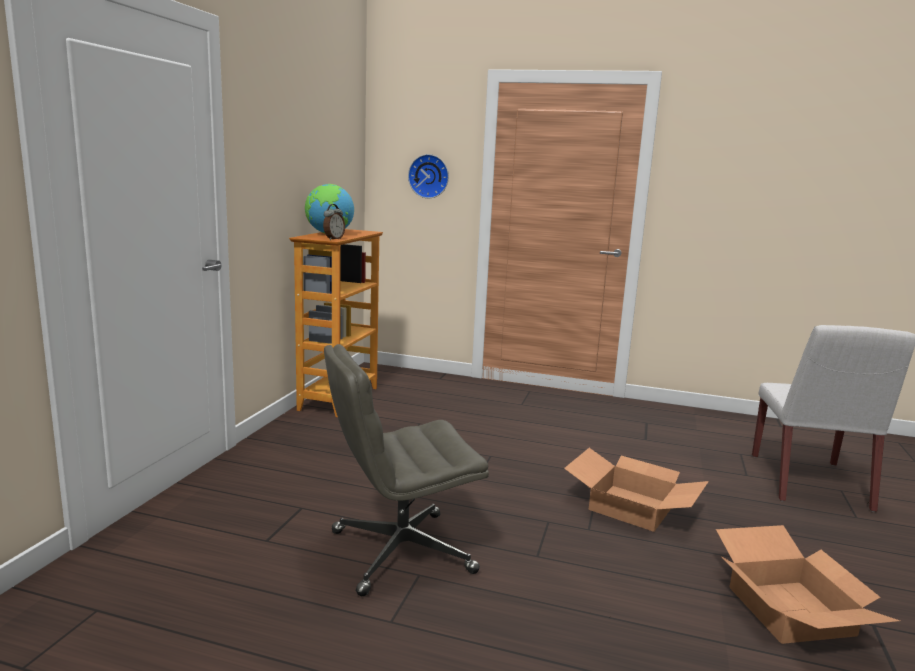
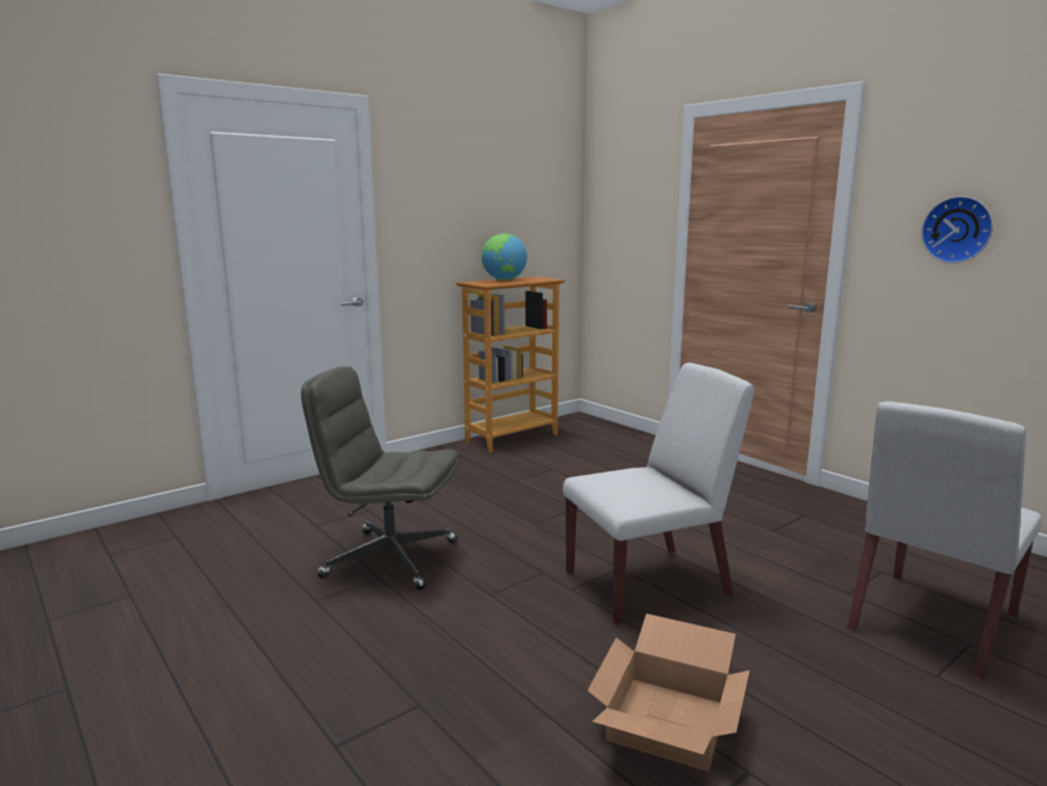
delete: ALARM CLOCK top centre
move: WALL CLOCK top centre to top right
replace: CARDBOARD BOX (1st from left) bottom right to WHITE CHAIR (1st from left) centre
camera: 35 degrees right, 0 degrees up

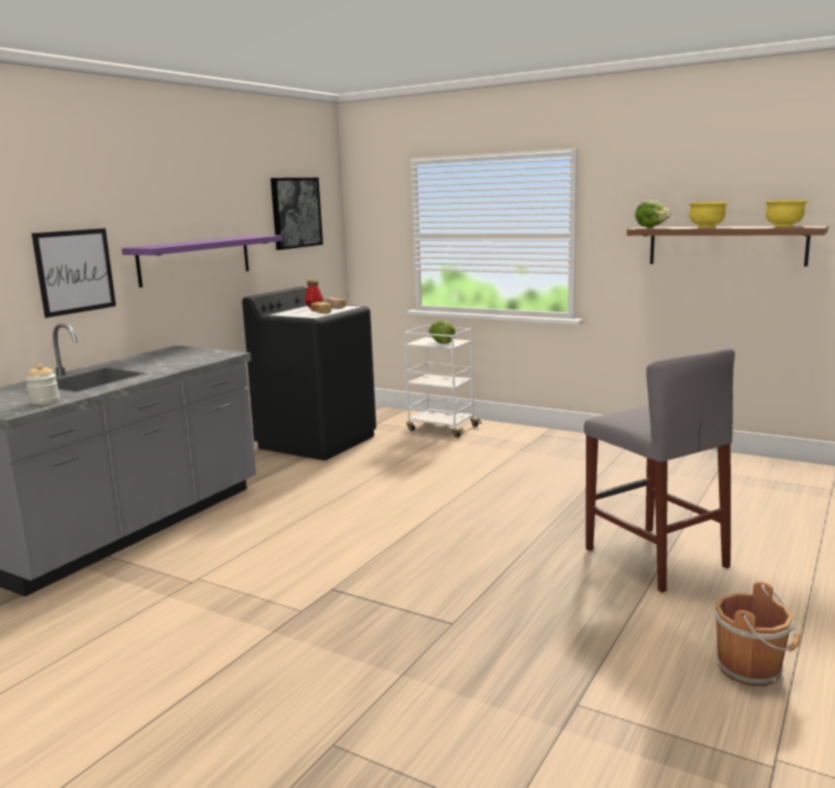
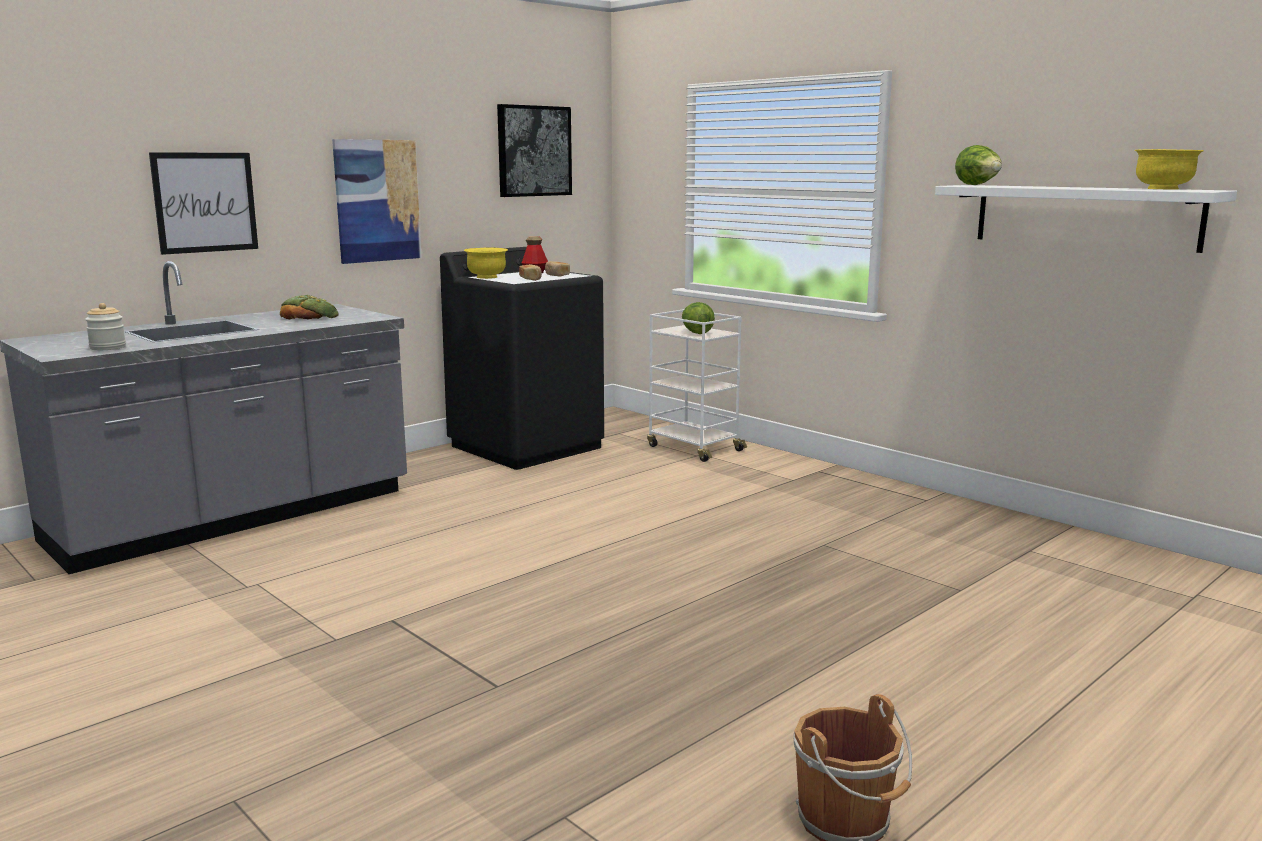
delete: GREY STOOL middle right
insert: BREAD (1st from left) middle left
move: YELLOW BOWL (1st from left) top right to top centre
replace: PURPLE SHELF top left to PICTURE (2nd from left) top left
recolor: BROWN SHELF top right to WHITE SHELF top right
camera: 15 degrees right, 0 degrees up

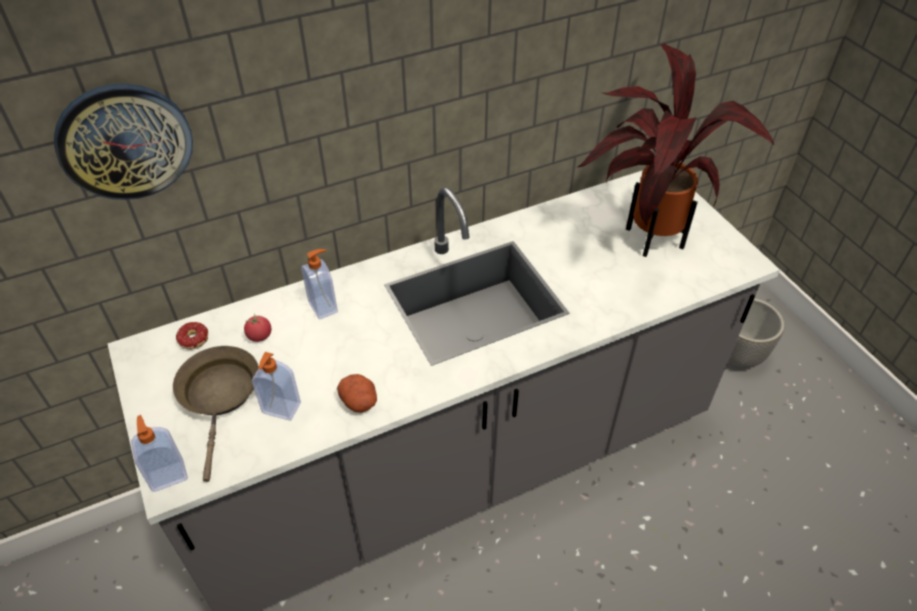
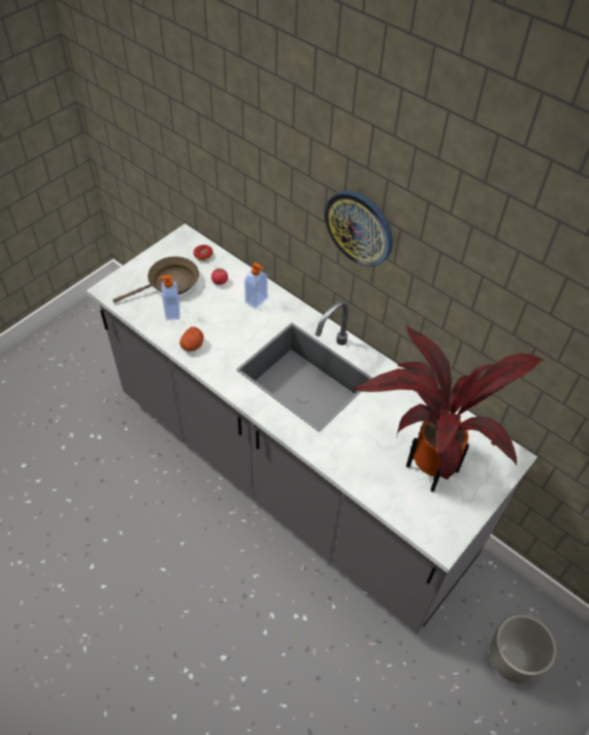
delete: SOAP DISPENSER (1st from left) bottom left
move: WALL CLOCK top left to top centre
camera: 65 degrees right, 5 degrees up

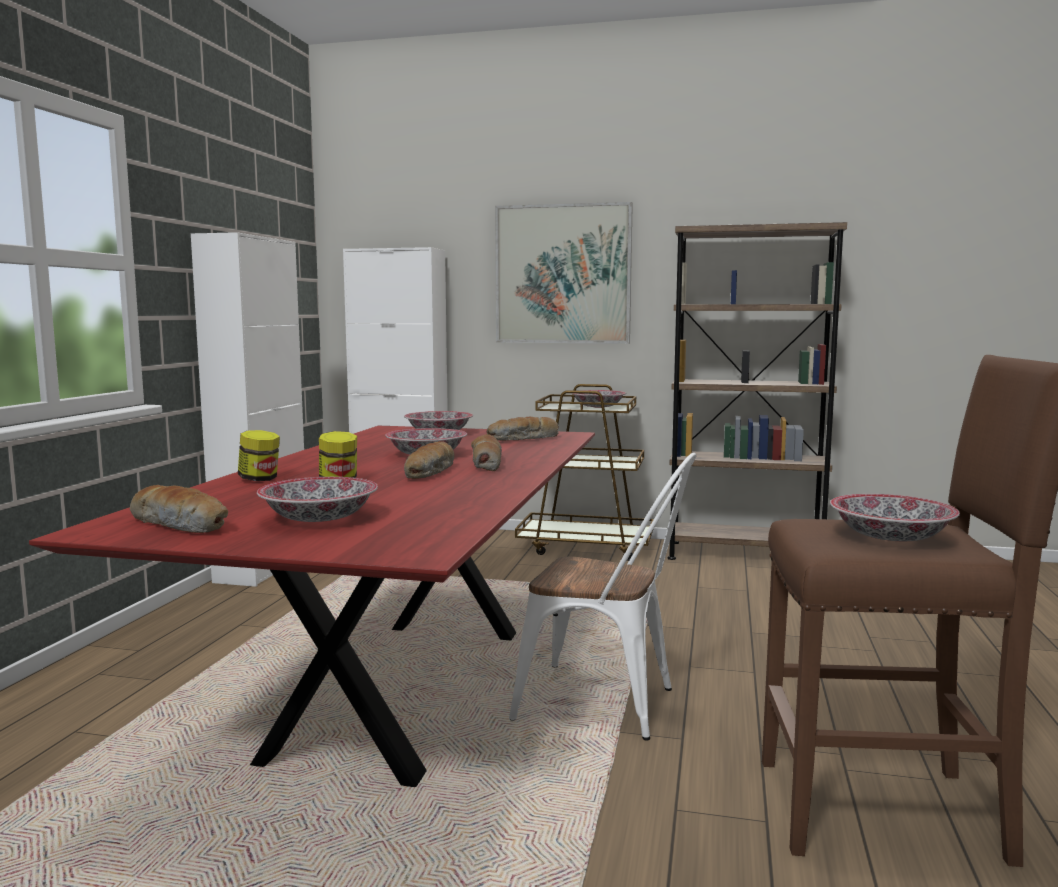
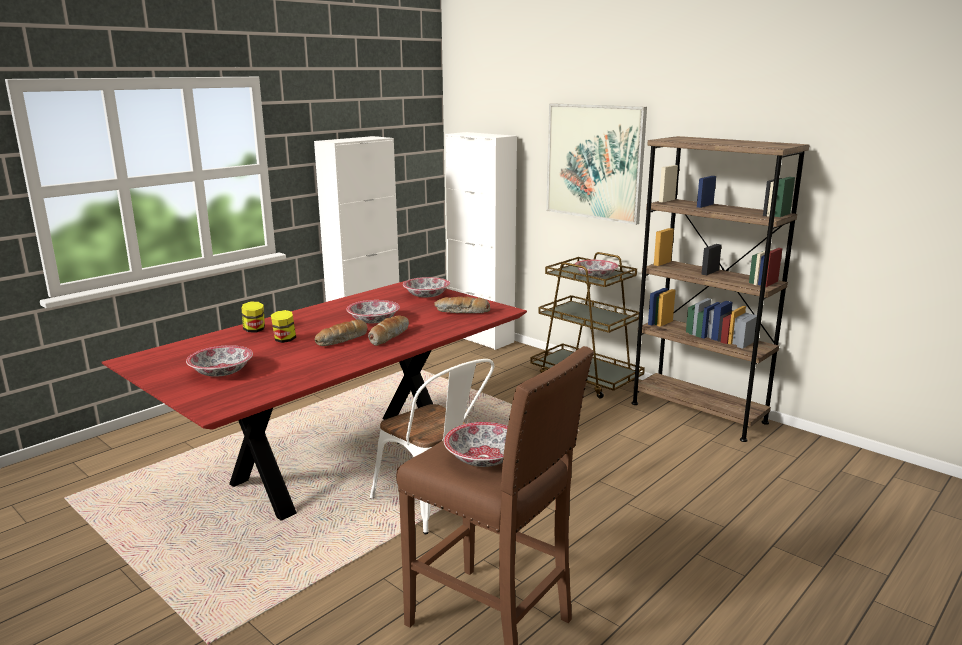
delete: BREAD (1st from left) middle left
camera: 30 degrees right, 10 degrees up

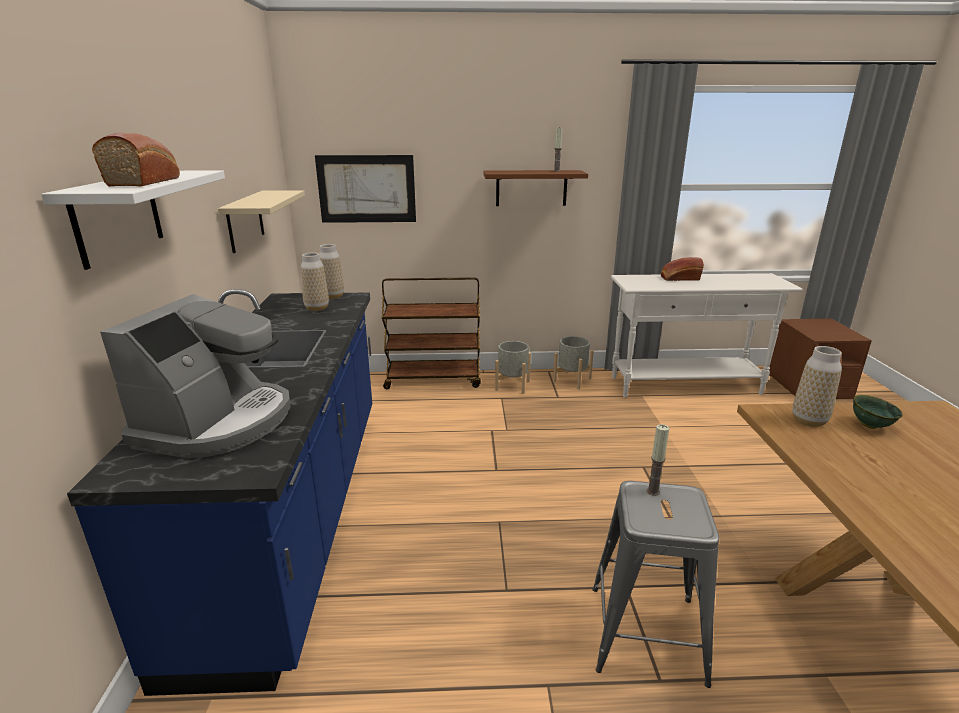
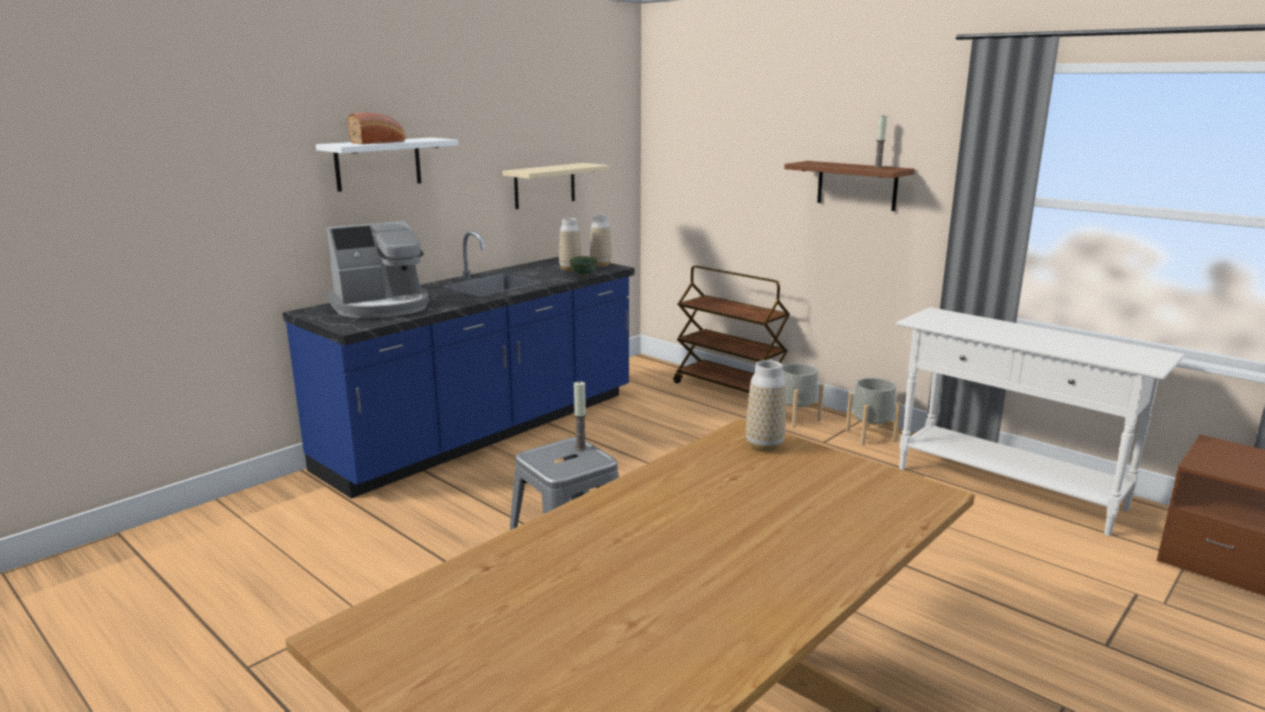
delete: PICTURE top centre; BREAD (2nd from left) middle right
move: GREEN BOWL middle right to centre
camera: 45 degrees right, 5 degrees down

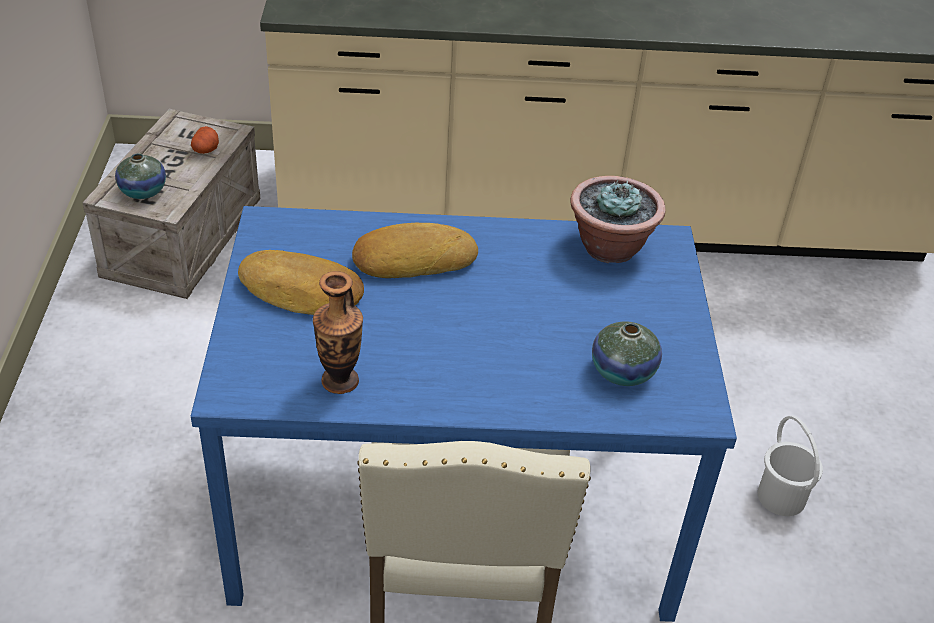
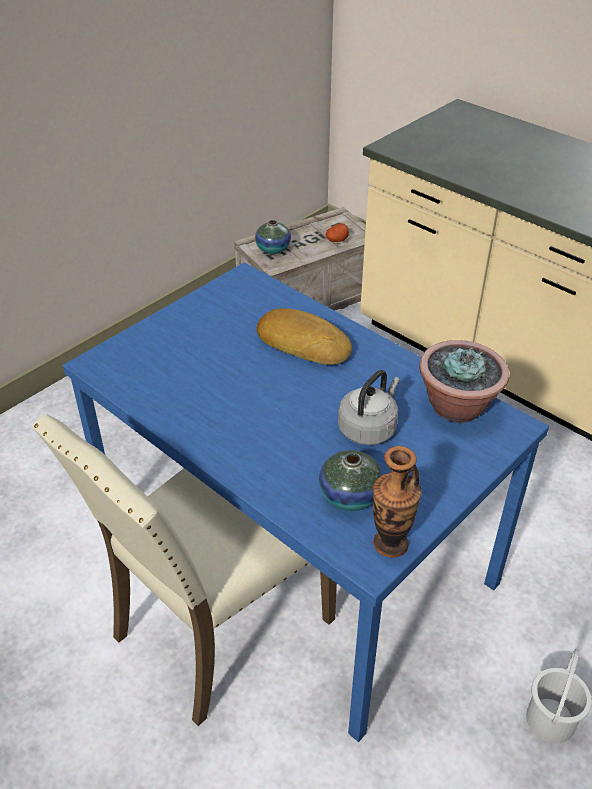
delete: BREAD (1st from left) middle left
insert: GREY KETTLE centre
move: VASE (2nd from left in the first image) centre to VASE (3rd from left) middle right
camera: 45 degrees right, 0 degrees up

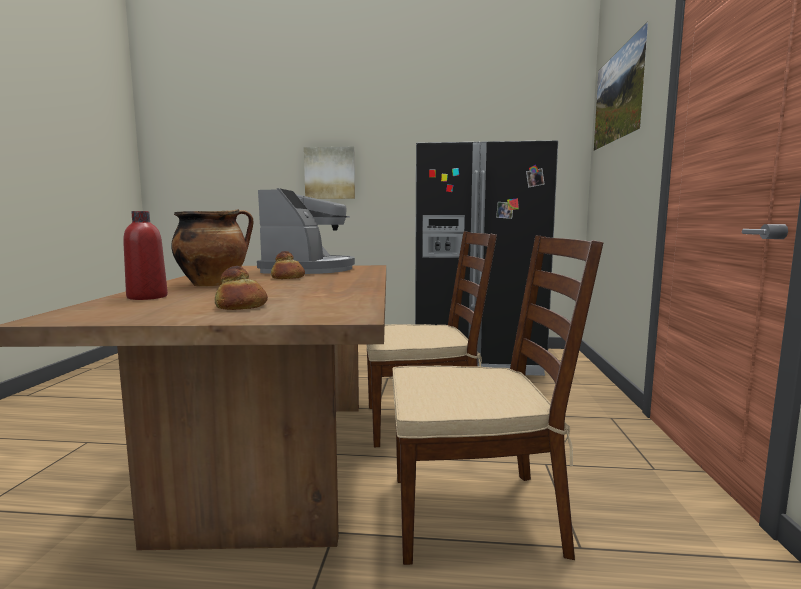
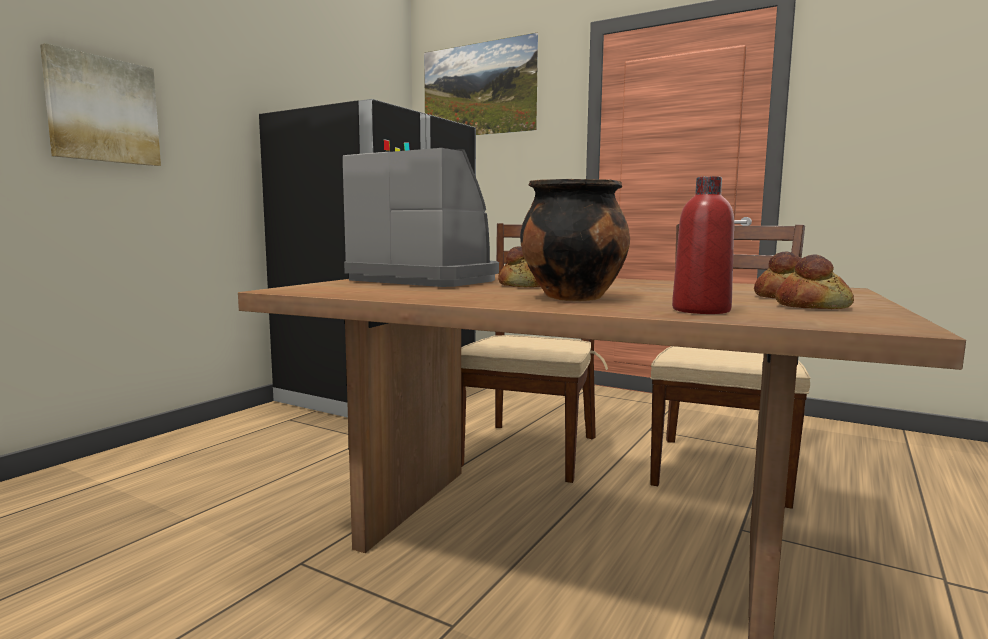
insert: BREAD (3rd from left) middle right
camera: 65 degrees left, 0 degrees up

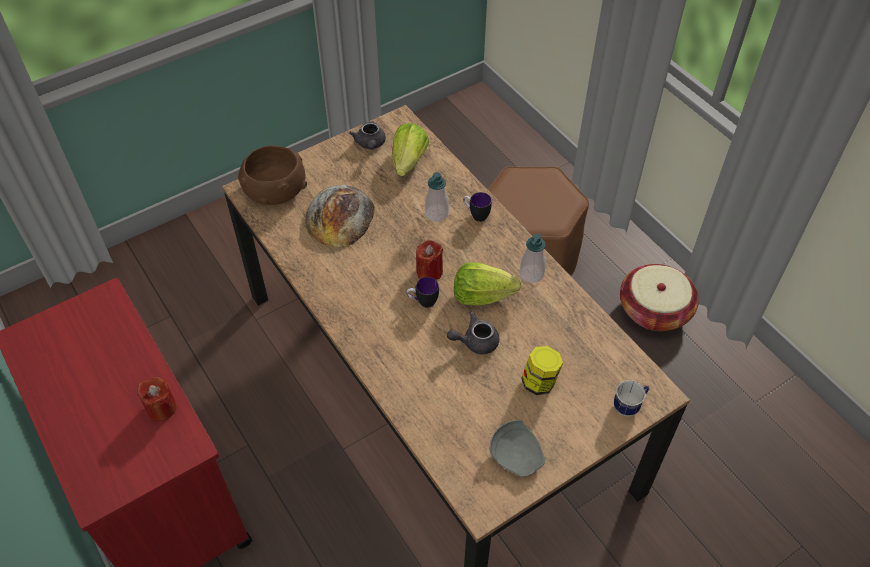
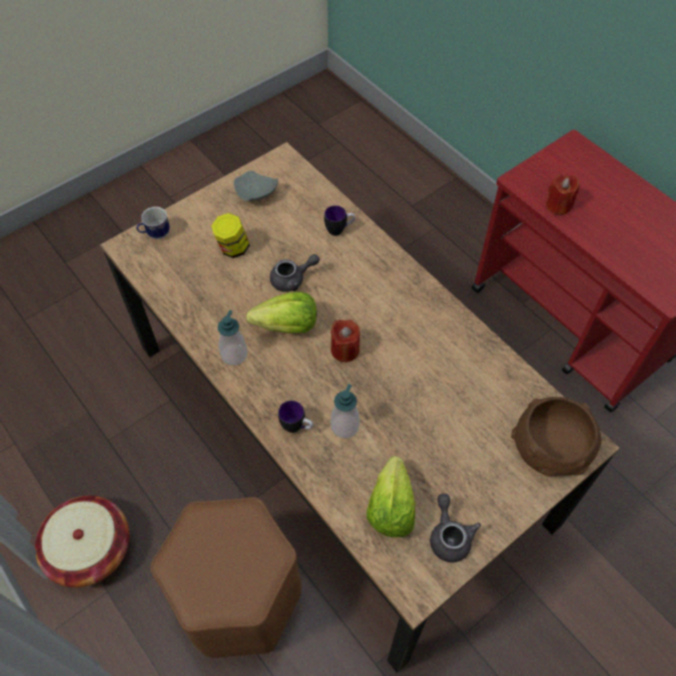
delete: BREAD centre
move: MUG (1st from left in the first image) centre to MUG (3rd from left) top centre
camera: 175 degrees right, 5 degrees up

